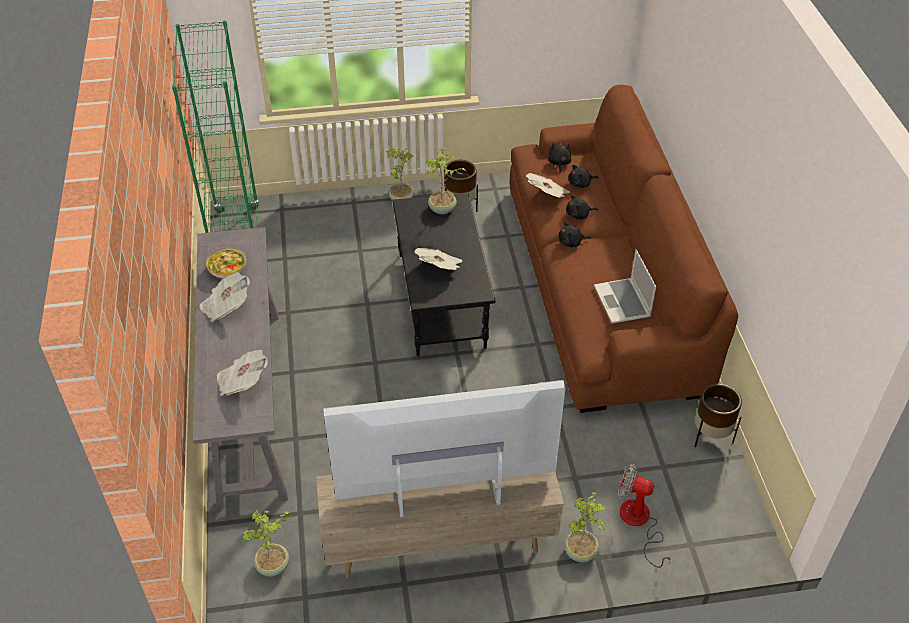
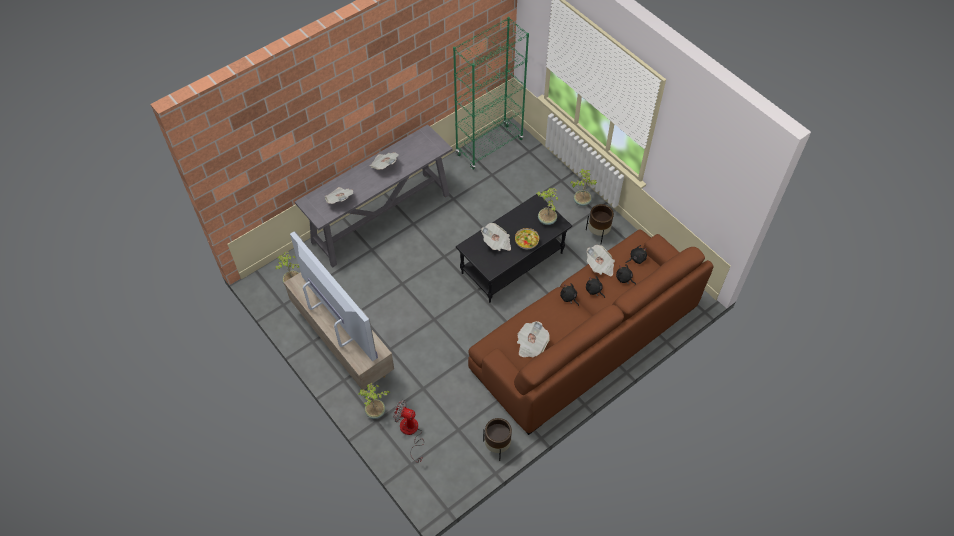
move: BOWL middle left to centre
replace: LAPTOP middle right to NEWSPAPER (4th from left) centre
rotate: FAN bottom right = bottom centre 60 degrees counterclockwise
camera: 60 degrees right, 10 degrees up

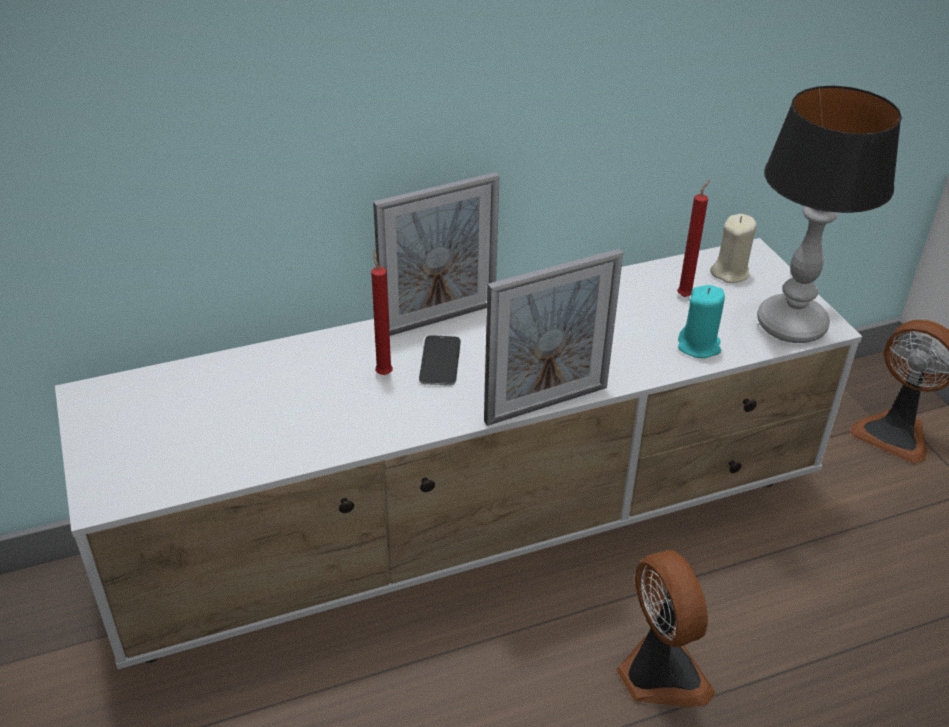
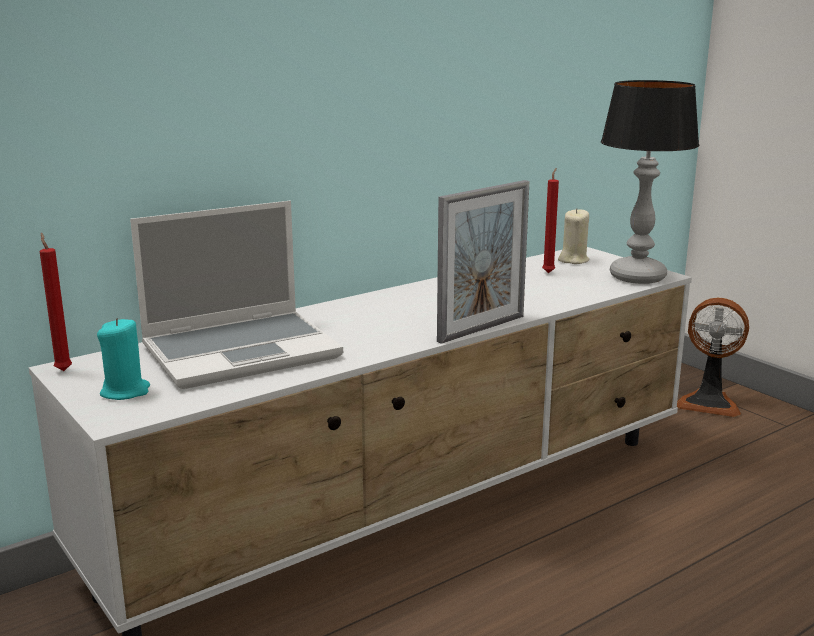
delete: PICTURE FRAME (1st from left) centre; PHONE centre; FAN (1st from left) bottom right
insert: LAPTOP middle left
move: RED CANDLE (1st from left) centre to middle left; TURQUOISE CANDLE middle right to middle left
camera: 15 degrees left, 20 degrees down

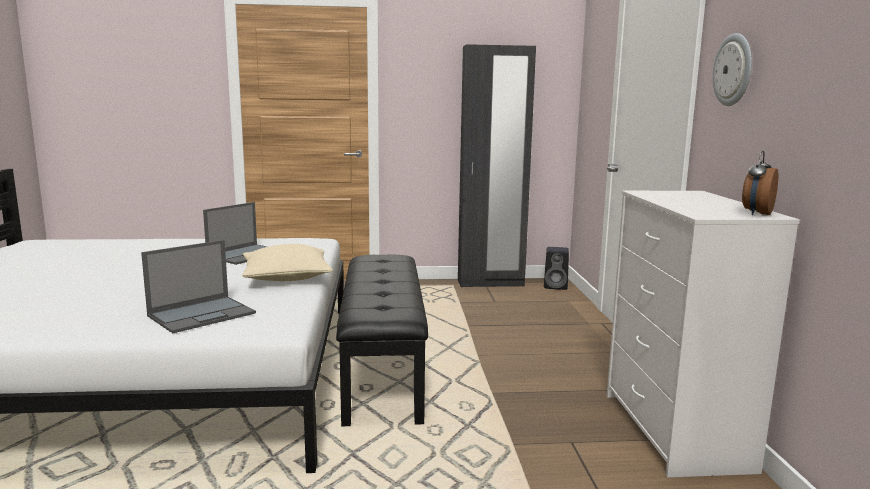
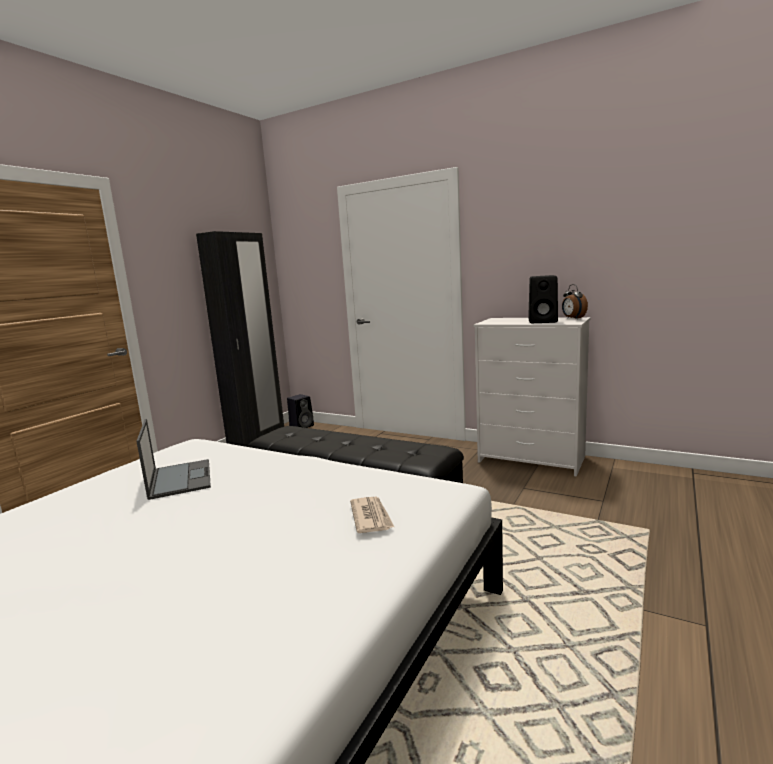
delete: WALL CLOCK top right; BEIGE PILLOW middle left
insert: BLACK SPEAKER (2nd from left) middle right
replace: LAPTOP (1st from left) middle left to NEWSPAPER bottom centre
camera: 55 degrees left, 0 degrees up

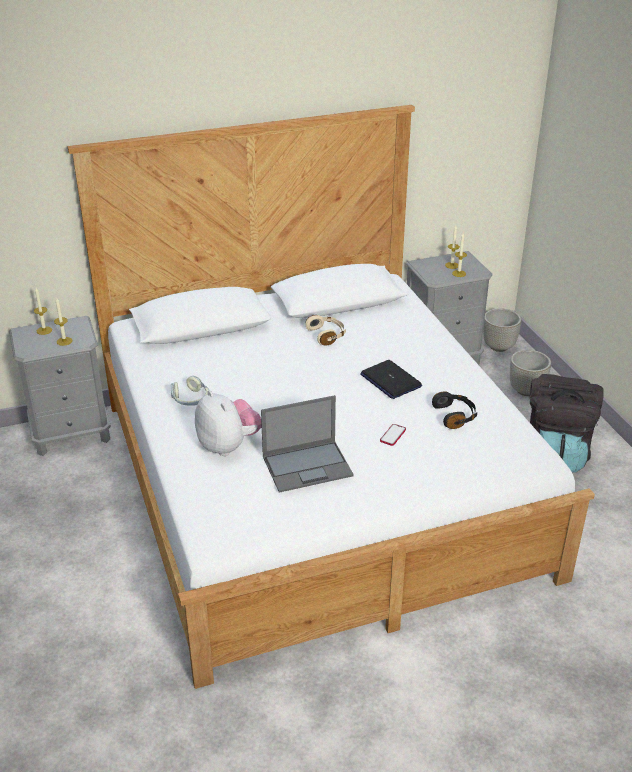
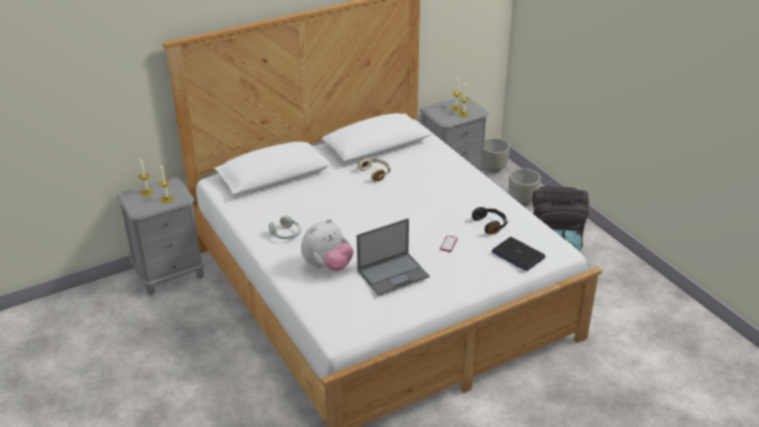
move: LAPTOP (2nd from left) centre to middle right
rotate: PLUSH TOY centre = centre 90 degrees clockwise
camera: 10 degrees left, 0 degrees up

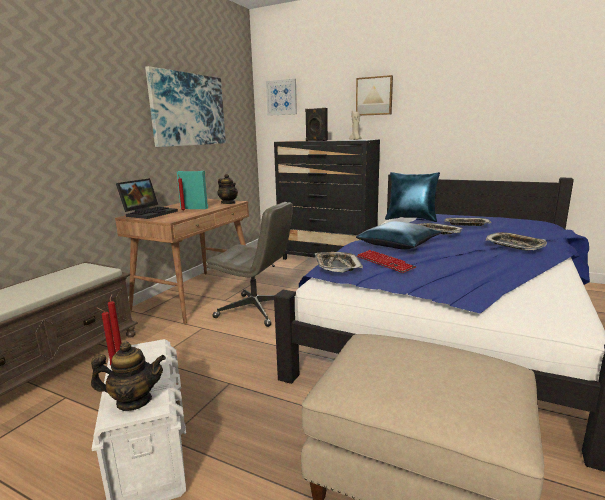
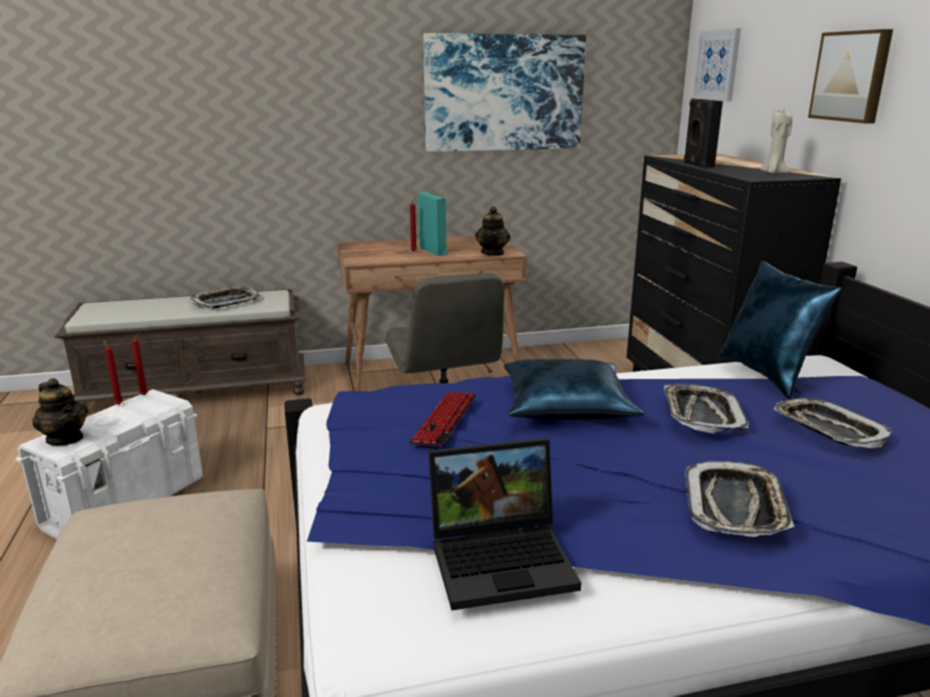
move: LAPTOP middle left to bottom centre; TRAY (1st from left) centre to middle left
camera: 50 degrees right, 5 degrees up

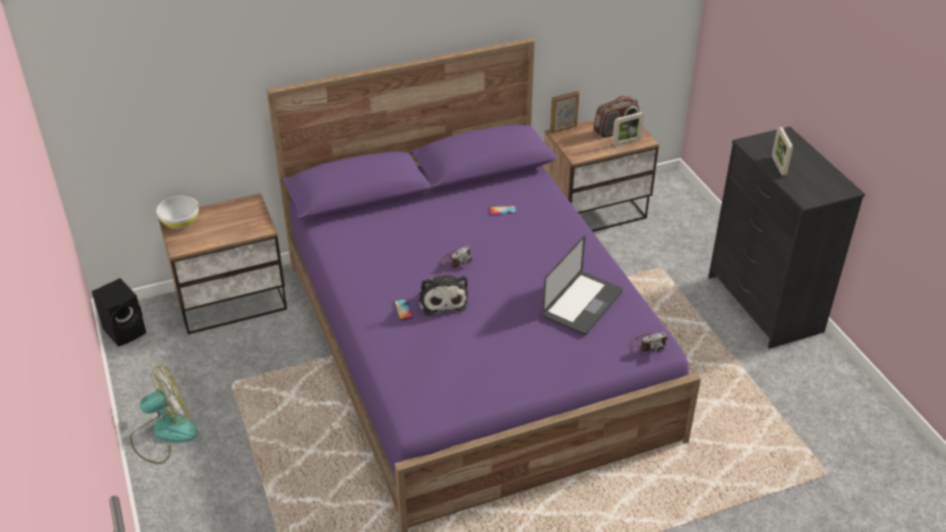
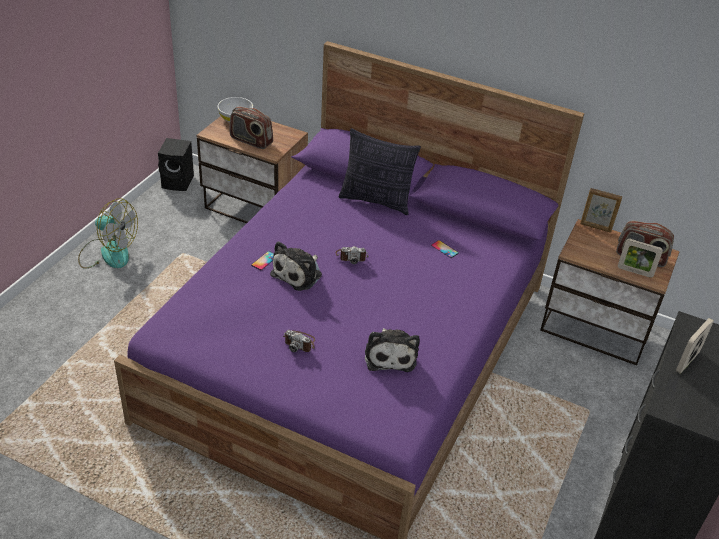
insert: RADIO (1st from left) top centre; PILLOW top centre
move: PHOTO CAMERA (2nd from left in the first image) middle right to PHOTO CAMERA (1st from left) centre
replace: LAPTOP centre to PLUSH TOY (2nd from left) centre
camera: 45 degrees right, 0 degrees up

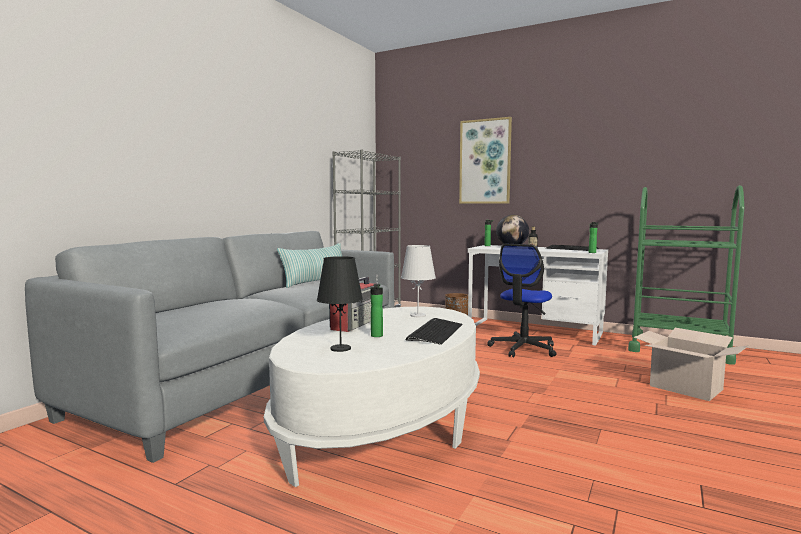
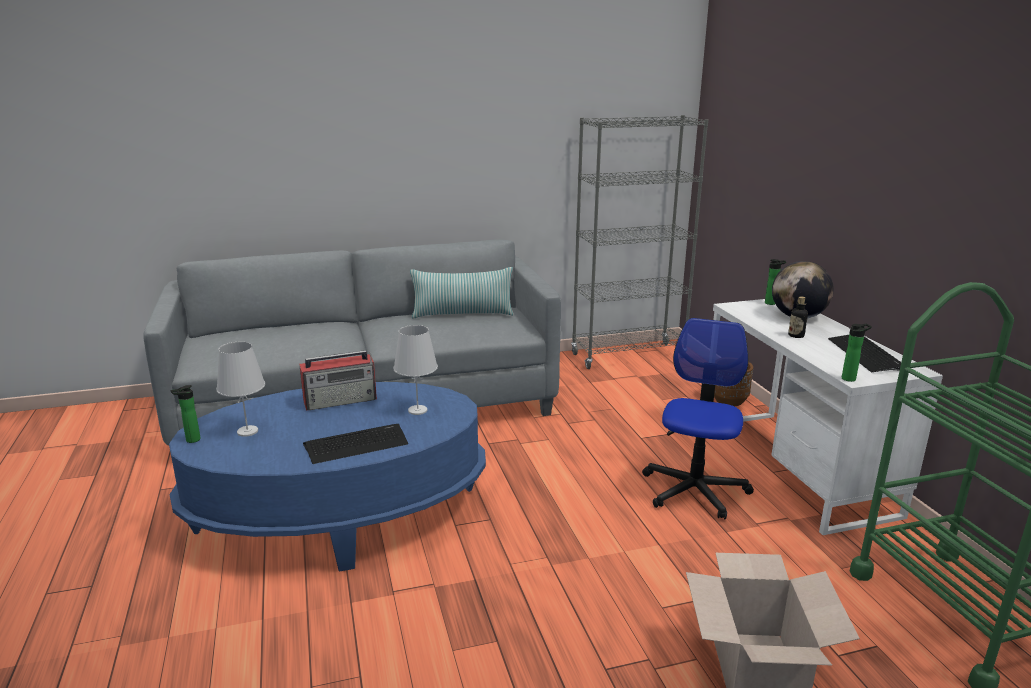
delete: PICTURE top centre
move: BOTTLE (1st from left) centre to middle left
recolor: BLACK TABLE LAMP centre to WHITE TABLE LAMP (1st from left) middle left; WHITE COFFEE TABLE bottom centre to BLUE COFFEE TABLE bottom left
rotate: OFFICE CHAIR centre = middle right 120 degrees clockwise
camera: 45 degrees right, 15 degrees up

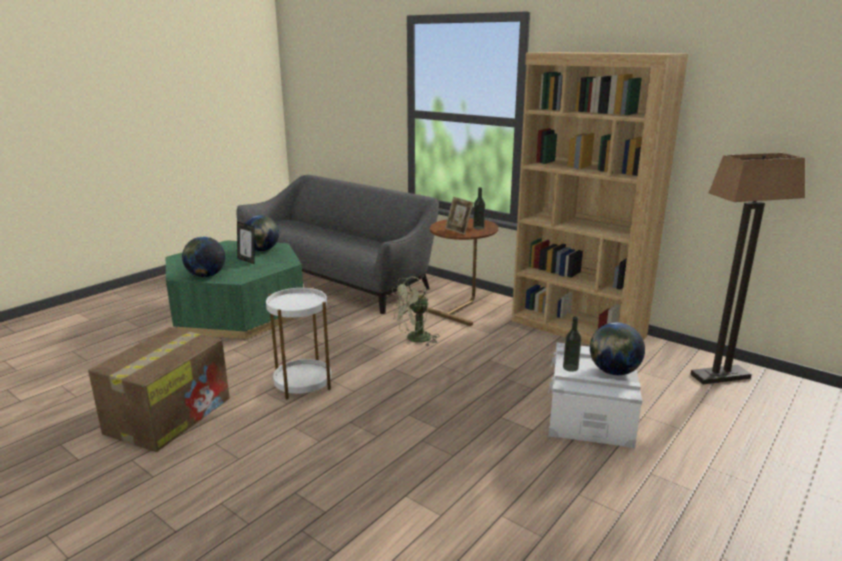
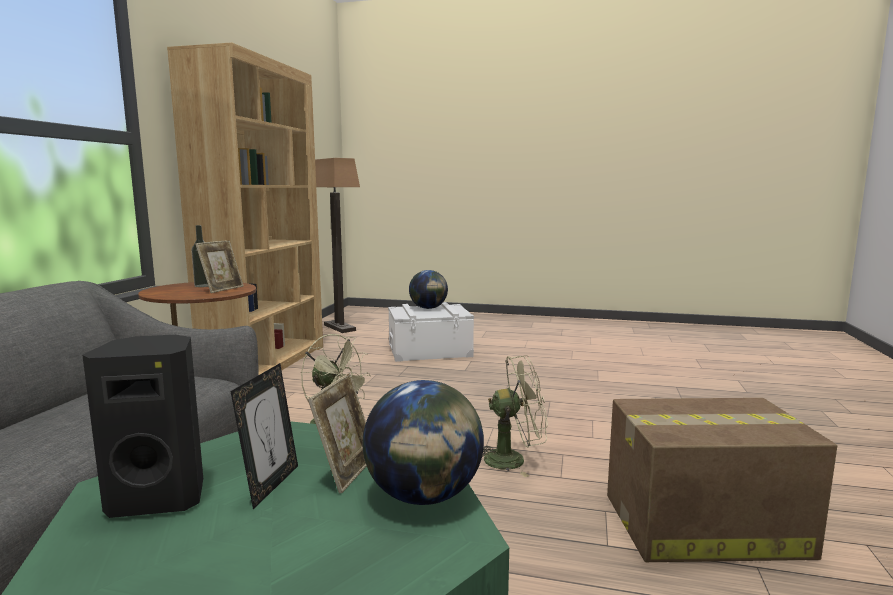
delete: BOTTLE (2nd from left) middle right
insert: PICTURE FRAME (3rd from left) bottom centre
replace: GLOBE (2nd from left) middle left to BLACK SPEAKER bottom left; WHITE SIDE TABLE centre to GREEN FAN (2nd from left) bottom centre
camera: 115 degrees left, 10 degrees down

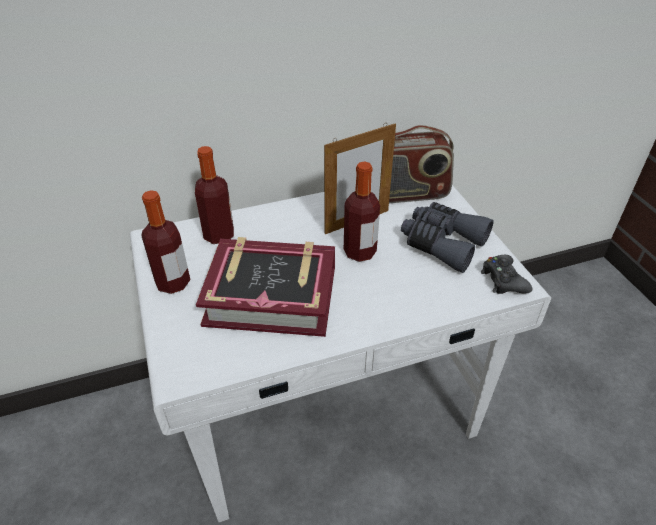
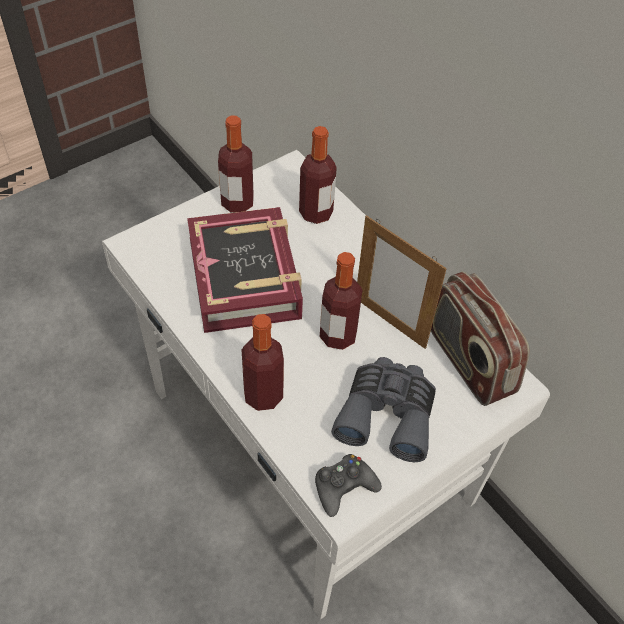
insert: BOTTLE (2nd from left) centre
camera: 70 degrees right, 10 degrees up

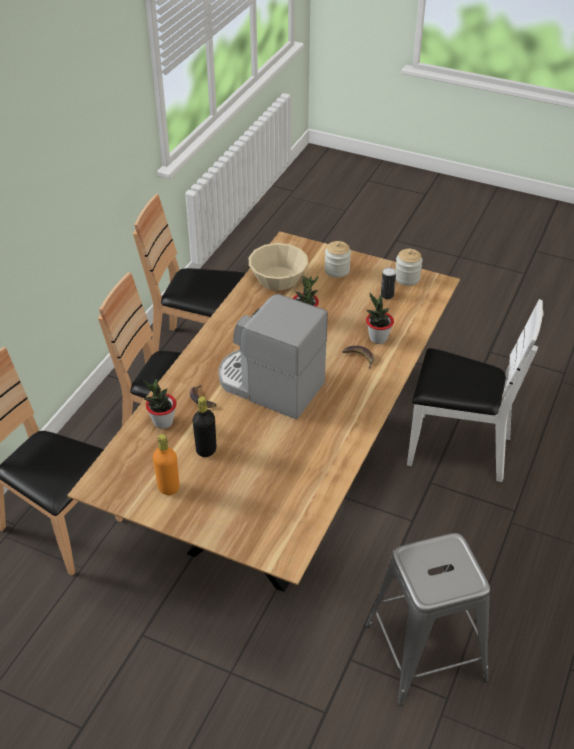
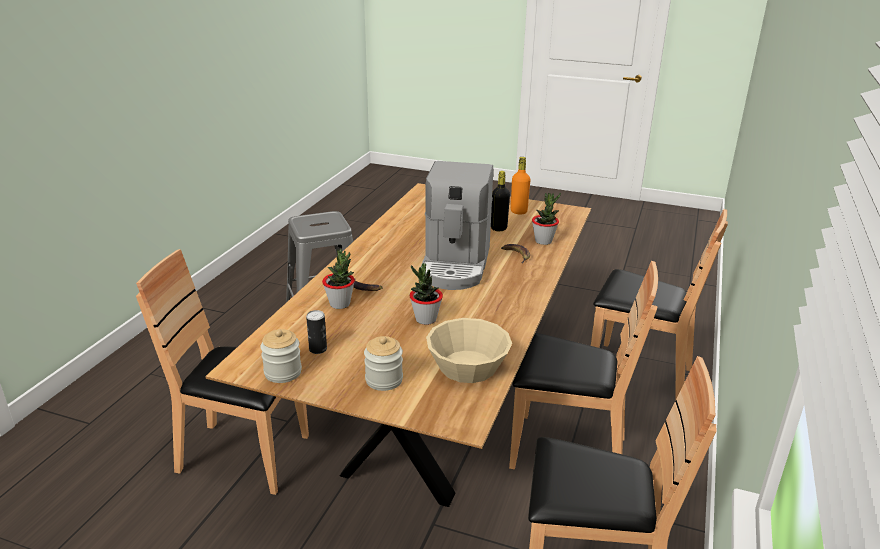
recolor: WHITE CHAIR middle right to BROWN CHAIR (1st from left) bottom left
rotate: COFFEE MACHINE centre = centre 75 degrees clockwise
camera: 175 degrees right, 15 degrees down

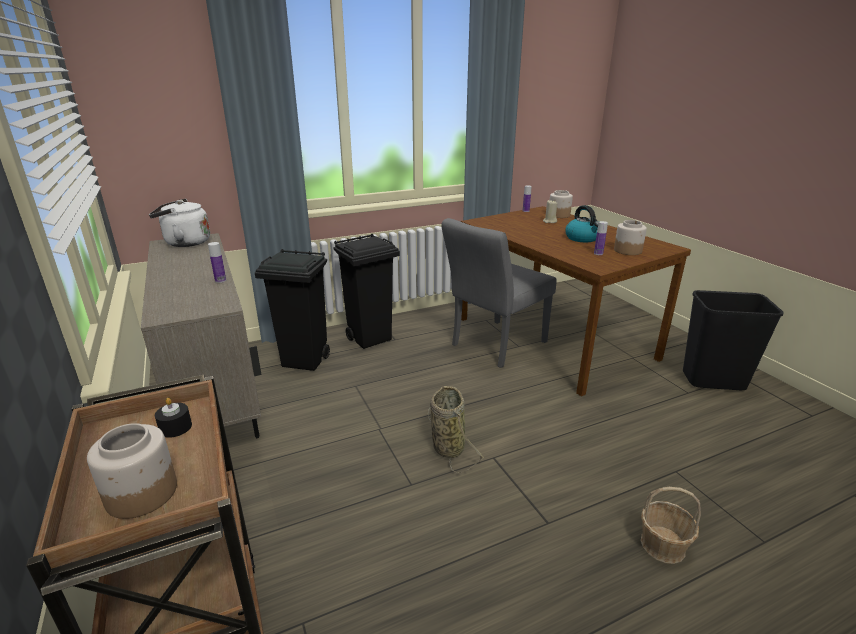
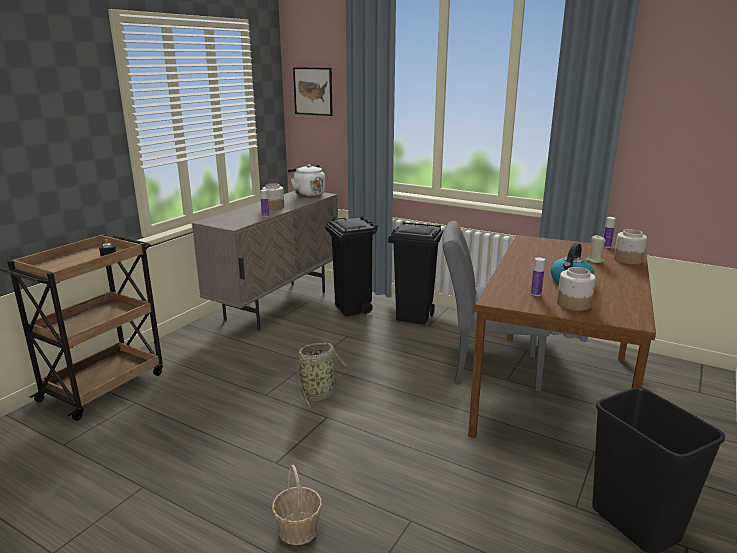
insert: PICTURE top centre
move: JAR (1st from left) bottom left to centre
camera: 55 degrees right, 5 degrees down

